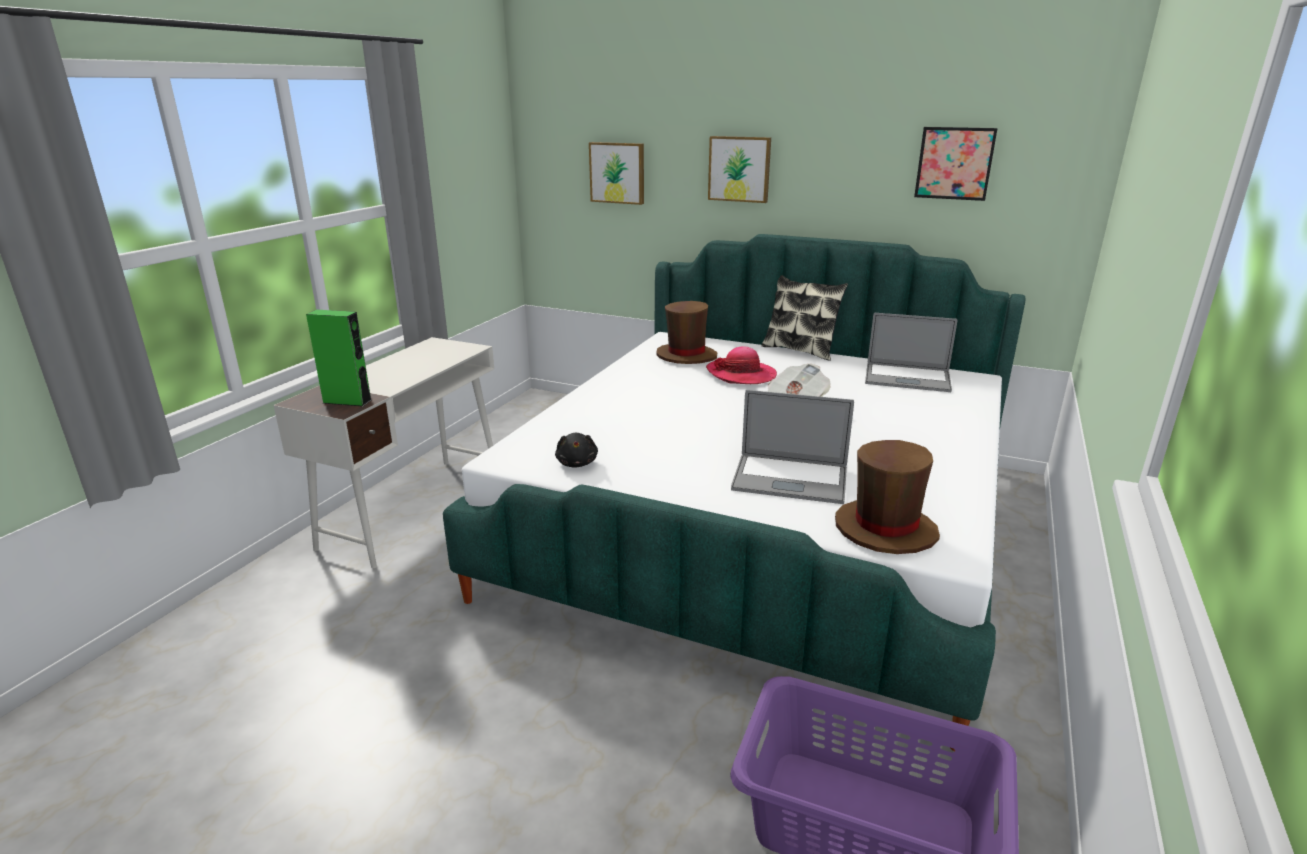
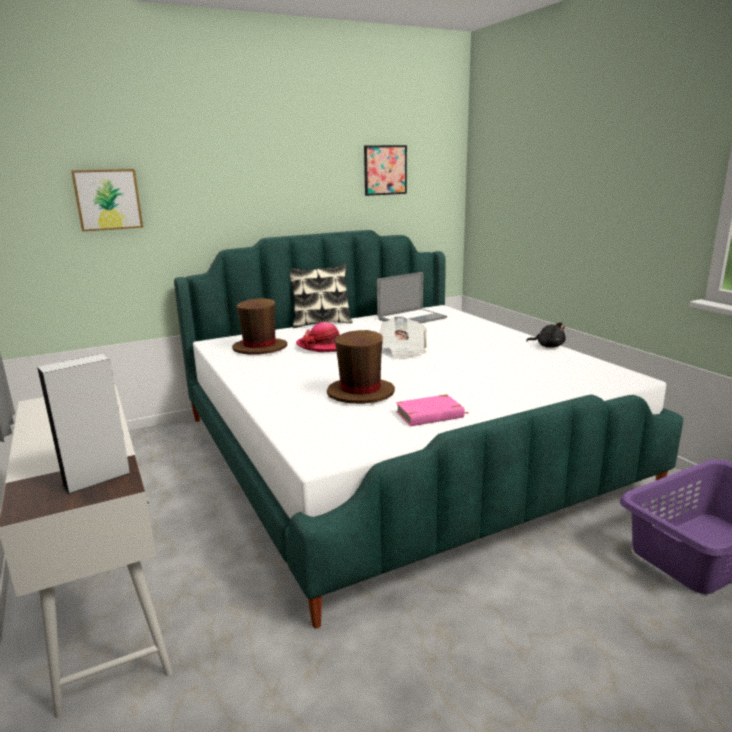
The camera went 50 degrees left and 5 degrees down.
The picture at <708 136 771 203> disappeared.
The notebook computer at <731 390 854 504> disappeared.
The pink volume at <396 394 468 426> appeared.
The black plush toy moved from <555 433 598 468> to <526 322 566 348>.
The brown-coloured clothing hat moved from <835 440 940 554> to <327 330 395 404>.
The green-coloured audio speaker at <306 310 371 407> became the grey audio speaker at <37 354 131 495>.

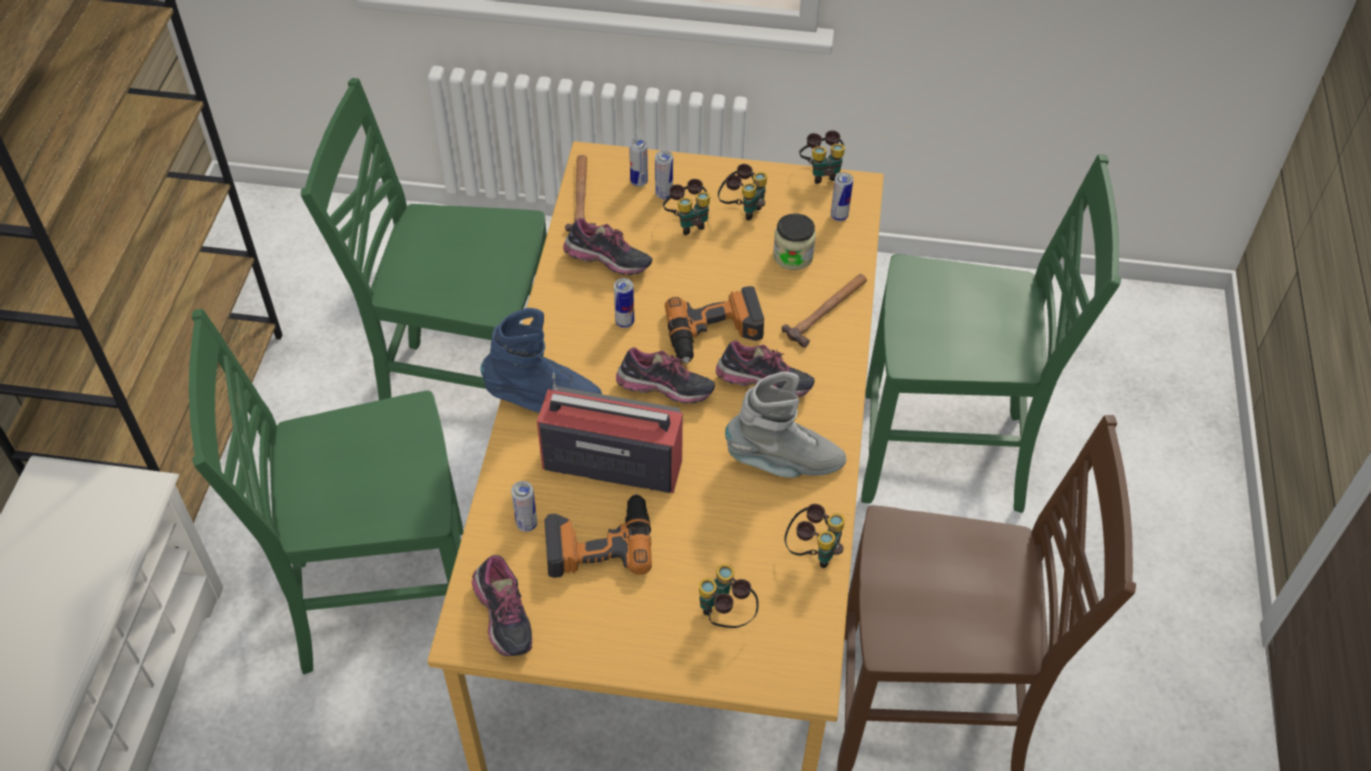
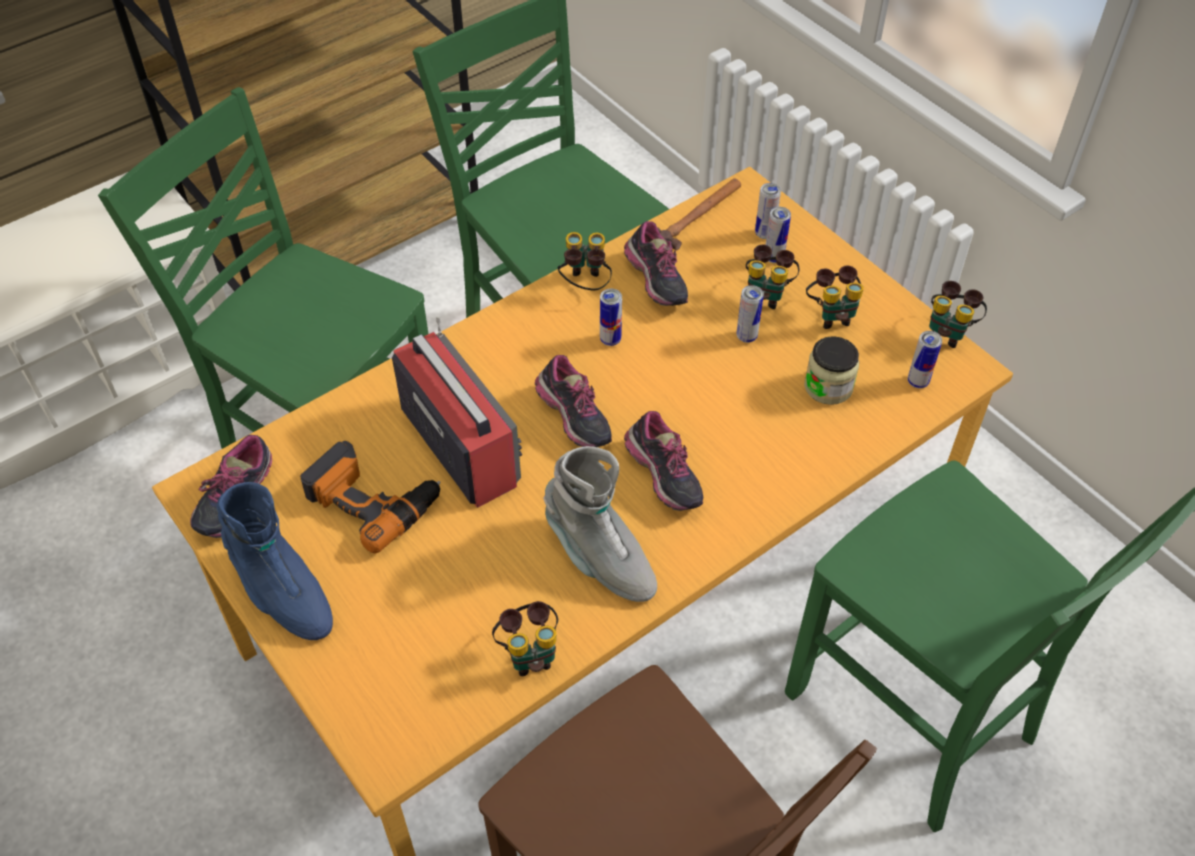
The camera went 45 degrees right and 0 degrees up.
The electric drill at <665 286 764 364> disappeared.
The hammer at <782 274 867 348> disappeared.
The blue-coloured high-top boot moved from <480 308 602 413> to <217 482 333 640>.
The can moved from <511 481 537 532> to <736 285 764 343>.
The field glasses moved from <699 564 759 628> to <557 232 612 290>.

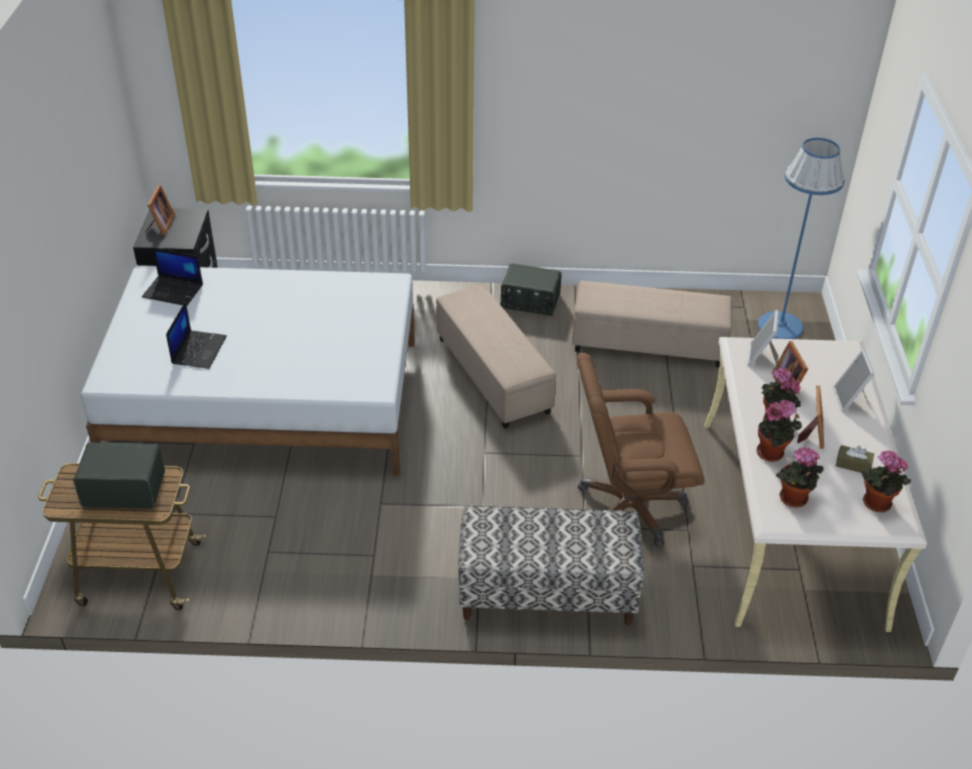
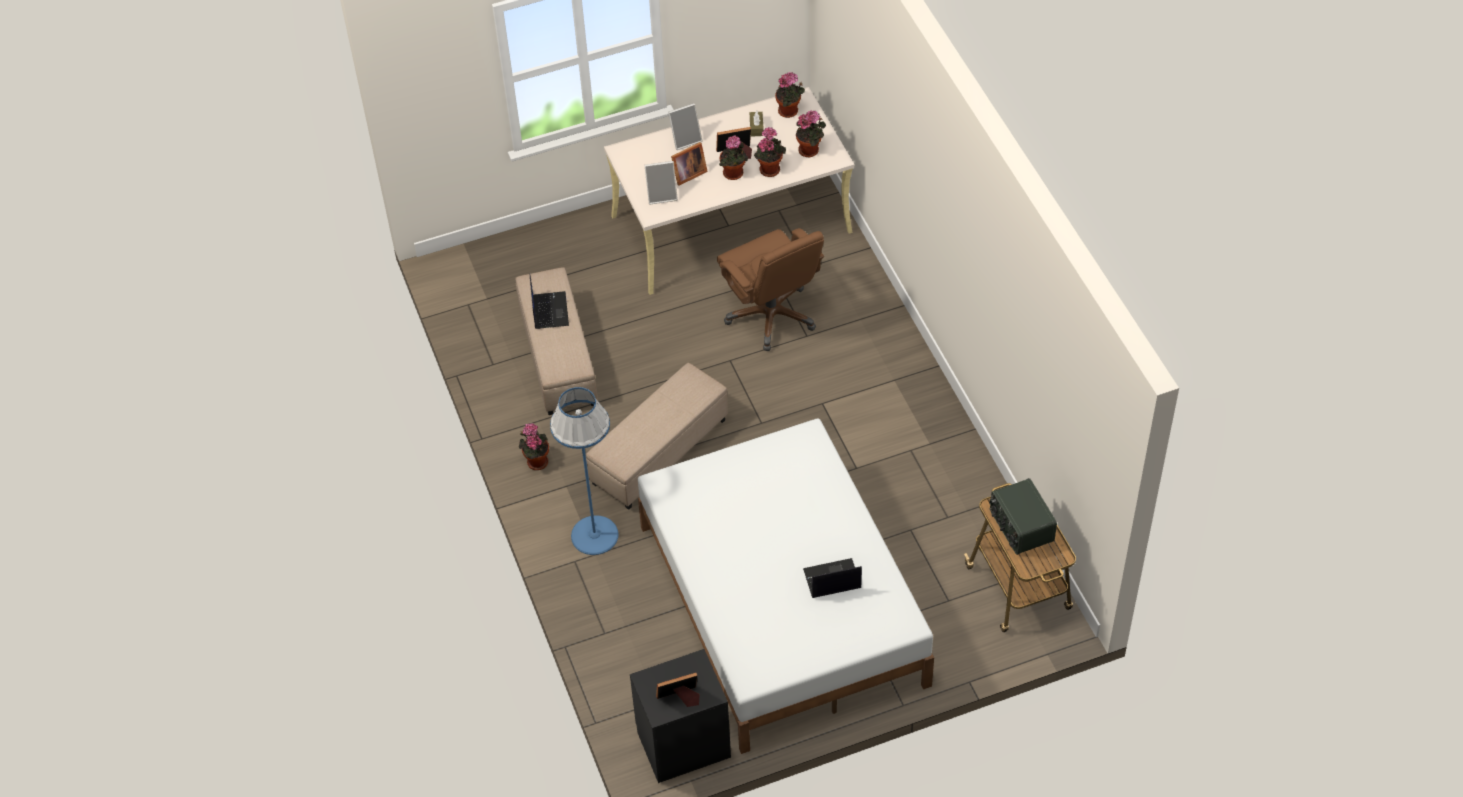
The camera went 110 degrees left and 10 degrees up.
The indoor bench at <458 506 644 626> disappeared.
The notebook computer moved from <142 247 203 305> to <530 275 569 329>.
The blue-coloured standing lamp moved from <758 138 845 339> to <550 387 619 555>.
The radio receiver at <501 263 562 316> was replaced by the houseplant at <519 423 549 470>.

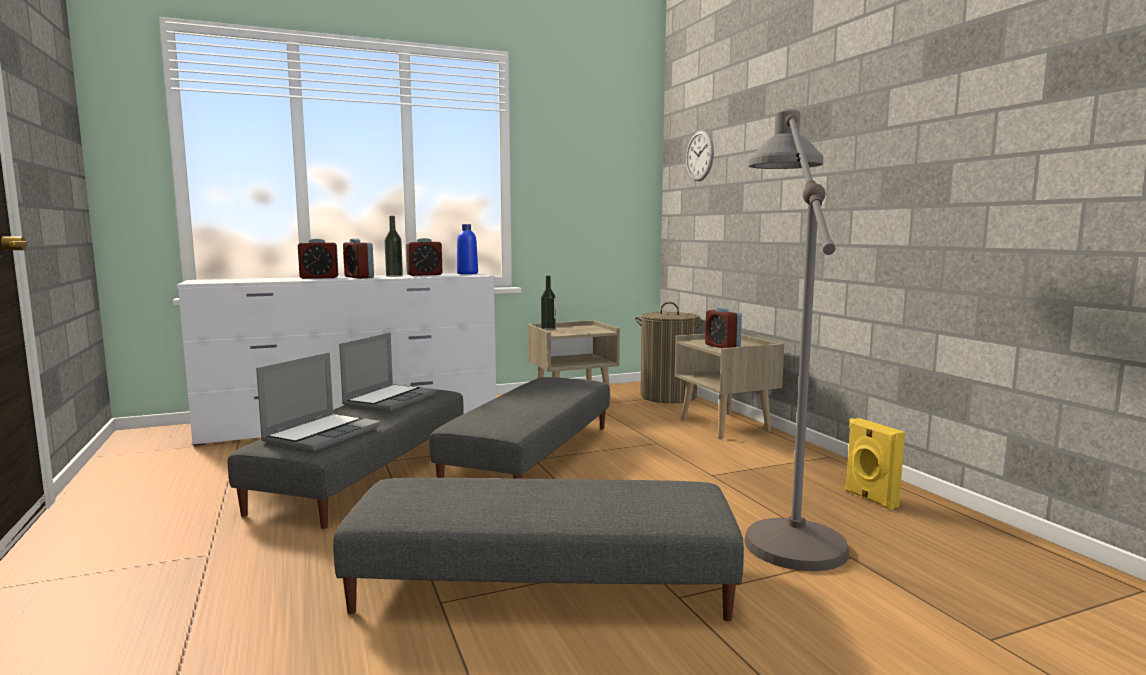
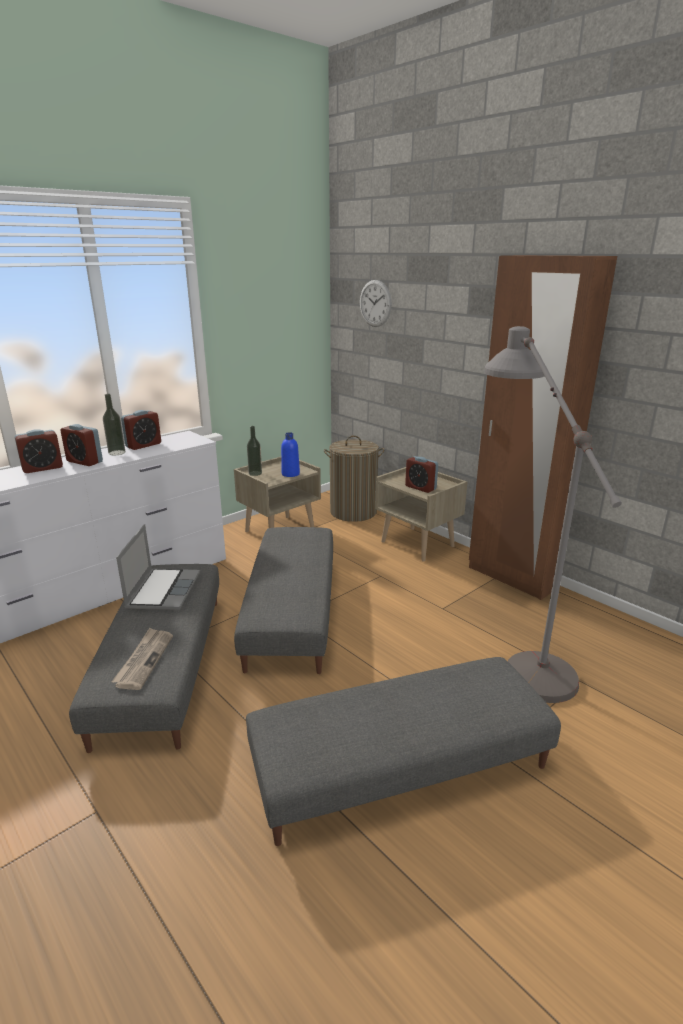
The camera went 20 degrees left and 15 degrees up.
The yellow-coloured audio speaker at <845 418 905 510> disappeared.
The brown-coloured wardrobe at <469 255 617 600> appeared.
The blue-coloured beverage bottle moved from <457 224 478 274> to <281 432 300 477>.
The notebook computer at <256 352 381 451> was replaced by the printed paper at <112 628 173 690>.

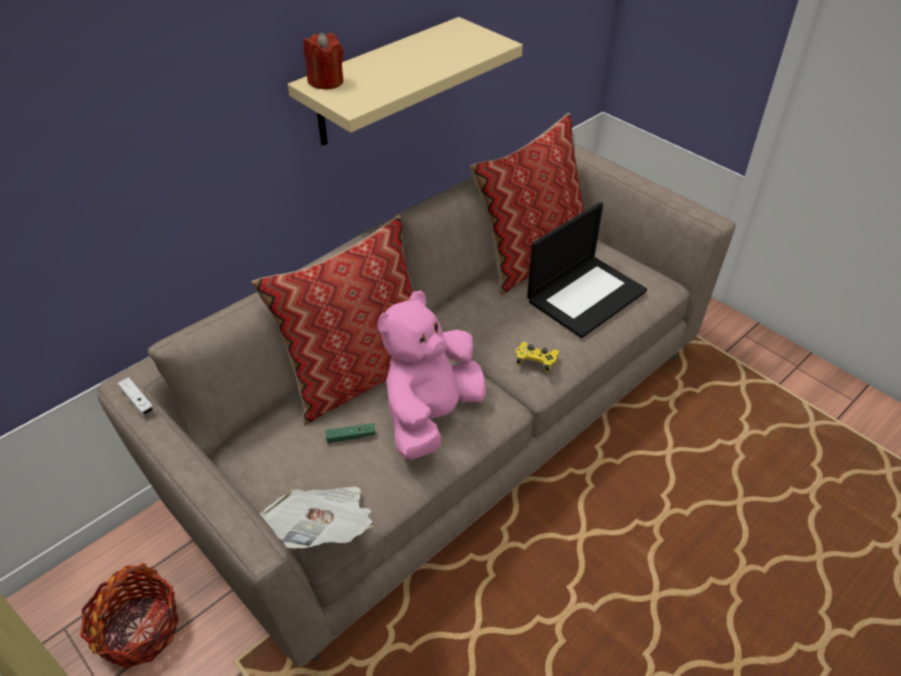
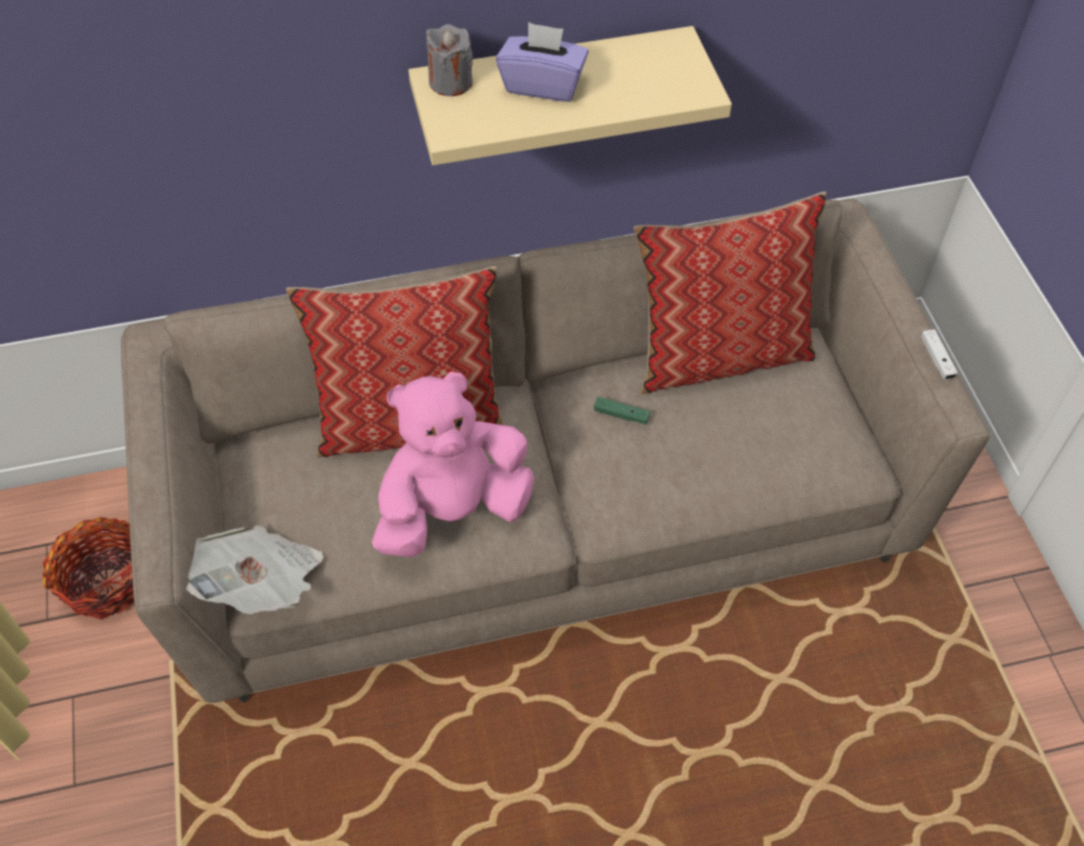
The camera went 30 degrees right and 10 degrees up.
The yellow-coloured game controller at <515 342 560 373> disappeared.
The notebook computer at <527 202 647 338> disappeared.
The purple-coloured tissue box at <496 22 589 102> appeared.
The whitish game controller moved from <118 377 154 416> to <921 329 958 379>.
The green-coloured game controller moved from <325 423 375 443> to <594 397 650 425>.
The red candle at <304 32 344 90> became the grey candle at <426 24 473 96>.

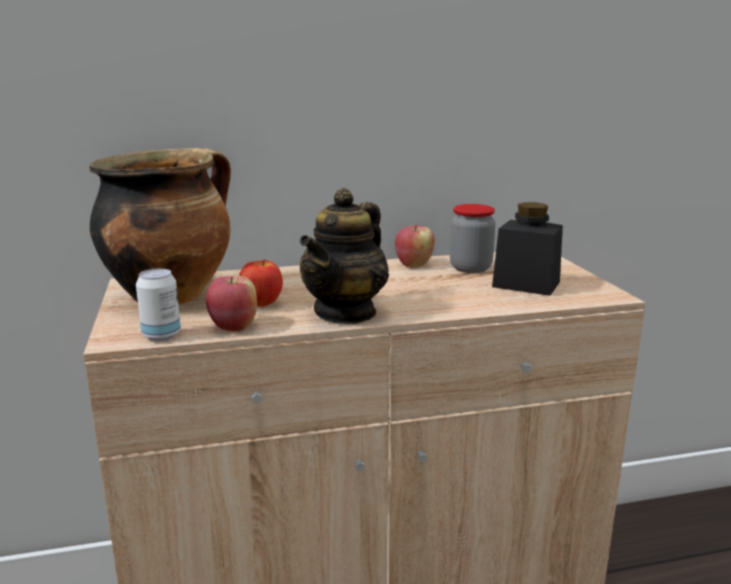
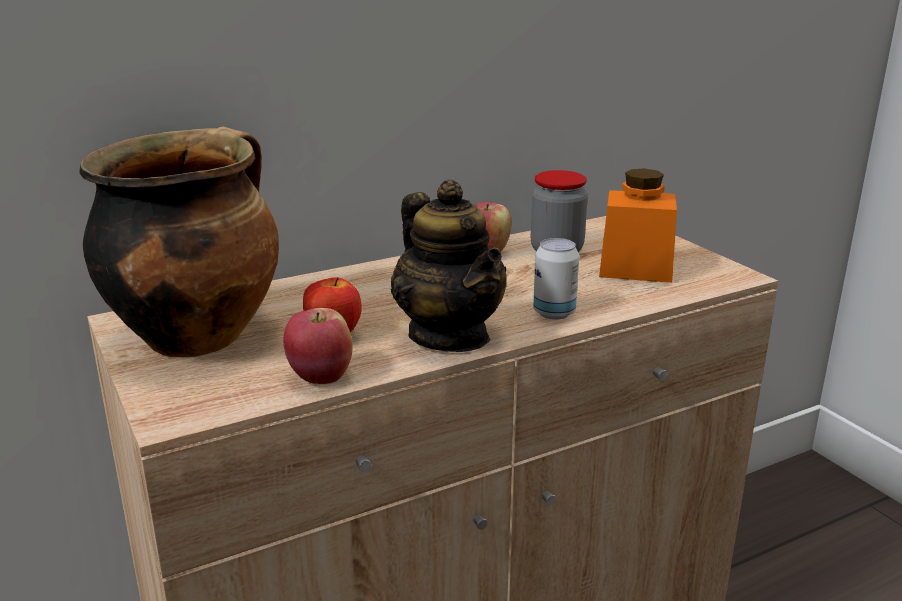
The camera went 15 degrees left and 5 degrees up.
The can moved from <136 269 181 341> to <533 238 579 320>.
The black jar at <492 202 563 296> became the orange-coloured jar at <599 169 677 283>.
The teapot at <299 188 389 324> turned 45 degrees counterclockwise.

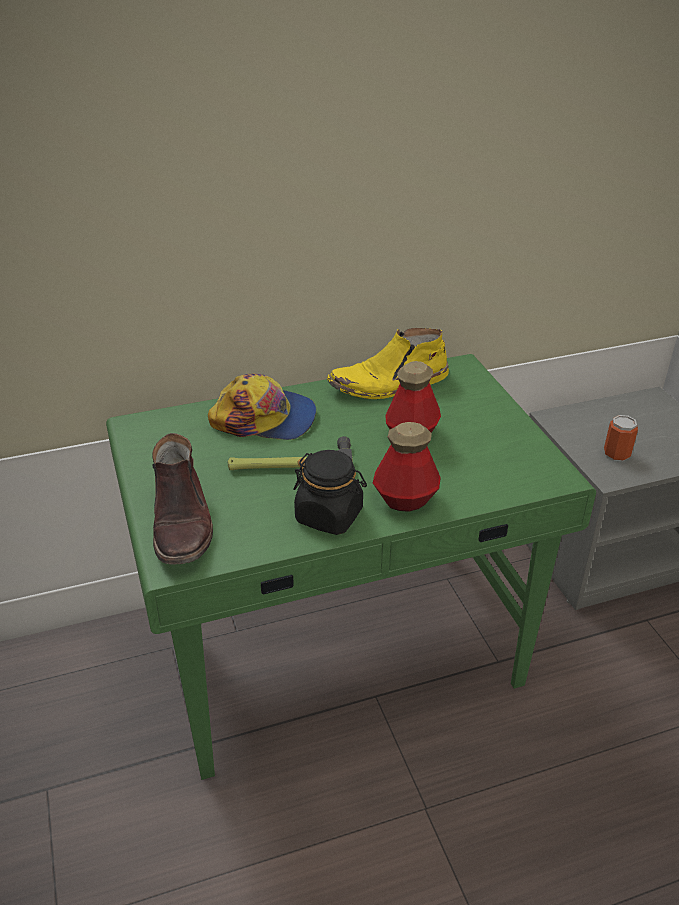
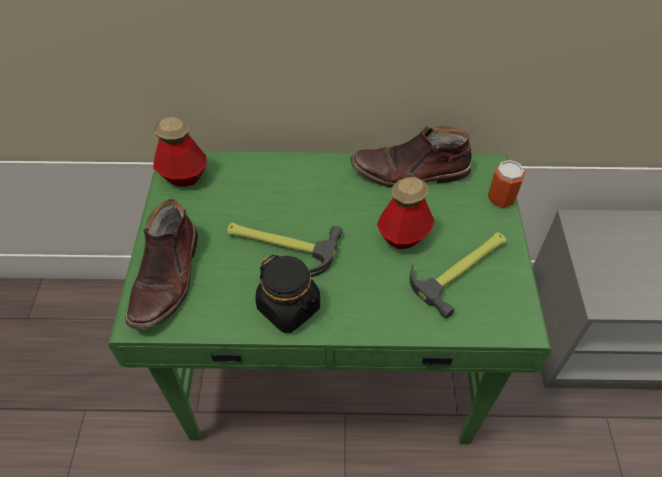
The camera went 20 degrees right and 15 degrees up.
The peaked cap at <208 374 316 440> disappeared.
The hammer at <410 232 507 319> appeared.
The beverage bottle moved from <373 422 441 512> to <153 118 207 187>.
The can moved from <604 415 638 461> to <488 160 525 208>.
The yellow-coloured high-top boot at <327 328 449 399> became the brown-coloured high-top boot at <350 126 472 187>.

